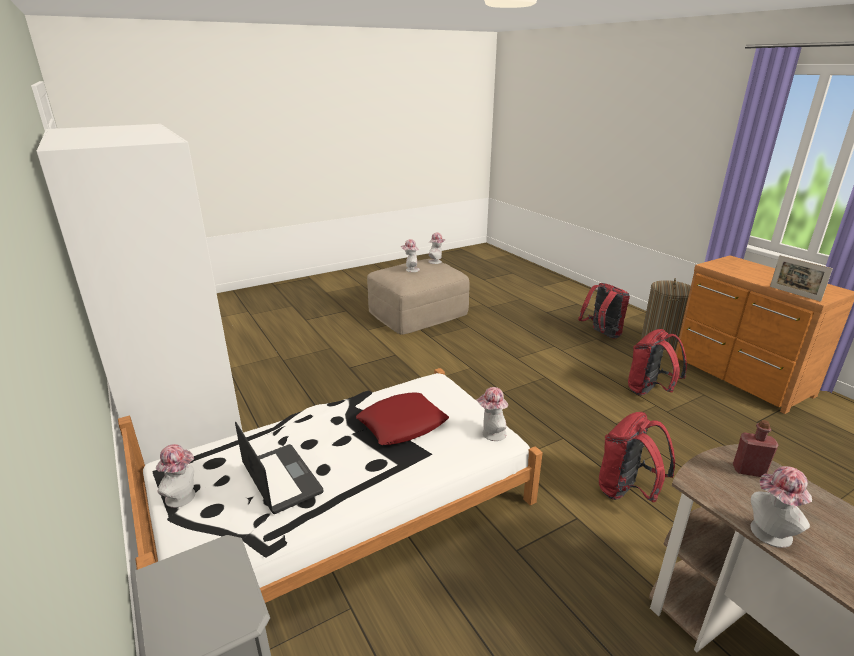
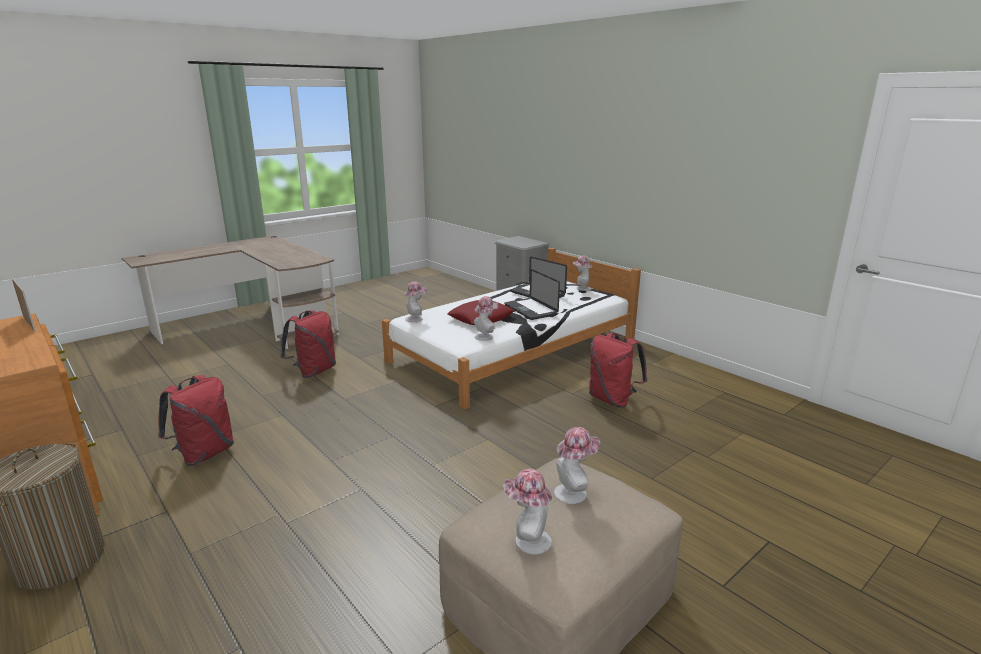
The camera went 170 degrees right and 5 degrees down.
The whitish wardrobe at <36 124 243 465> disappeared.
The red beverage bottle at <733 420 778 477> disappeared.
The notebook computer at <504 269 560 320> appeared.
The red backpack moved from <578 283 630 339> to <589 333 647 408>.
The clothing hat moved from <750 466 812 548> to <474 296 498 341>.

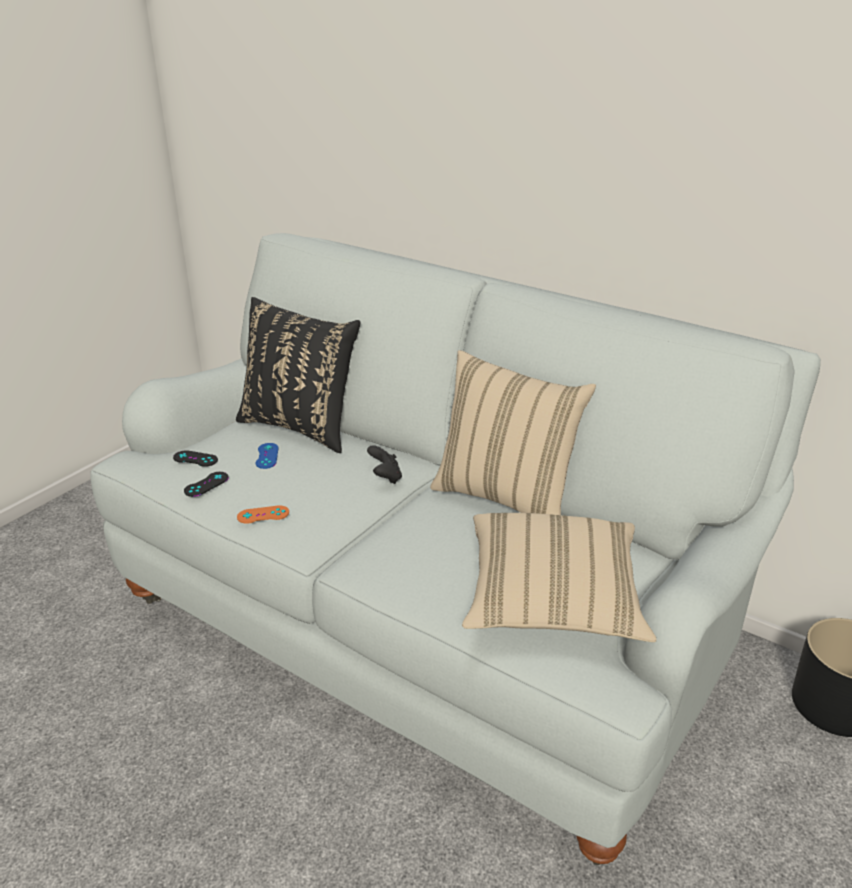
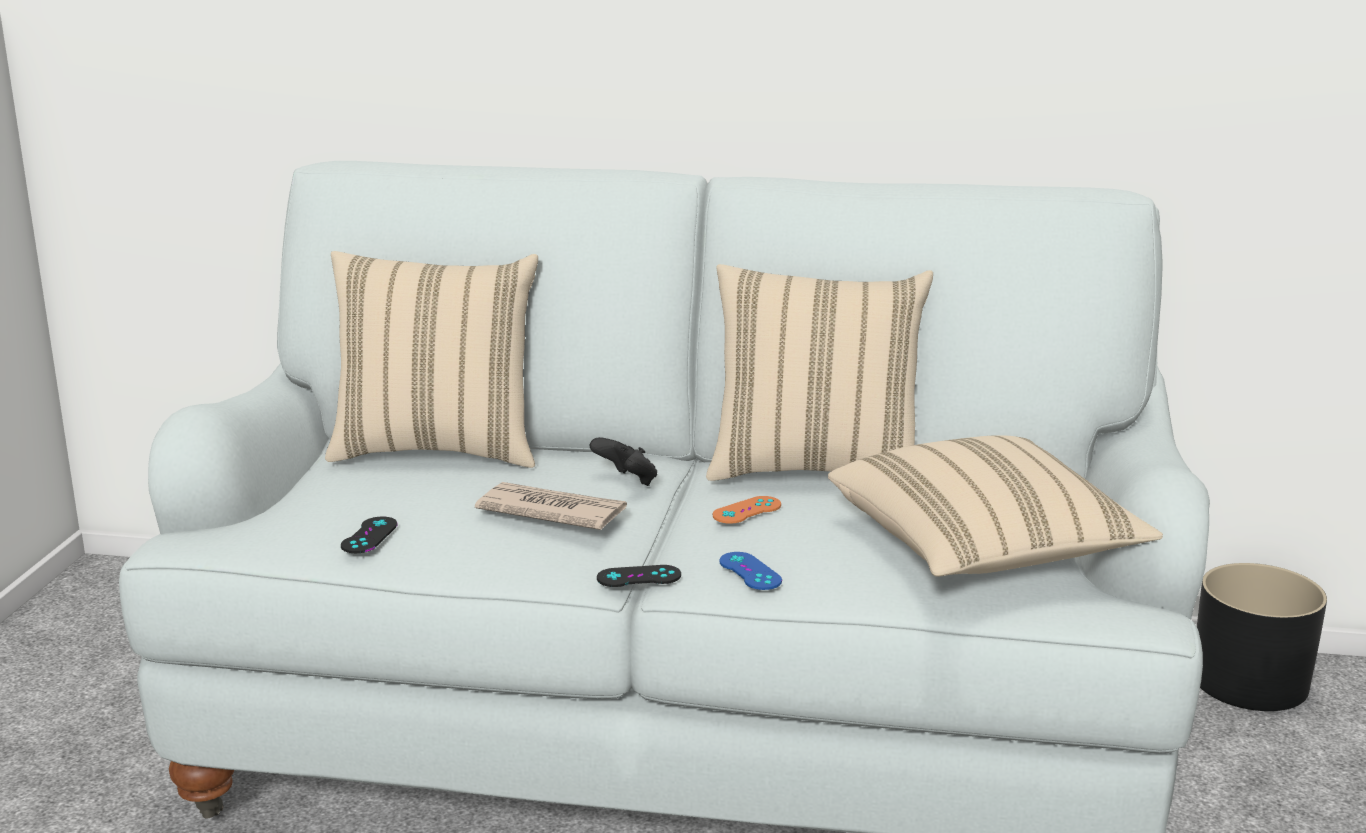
The camera went 25 degrees left and 10 degrees down.
The printed paper at <475 482 627 530> appeared.
The black game controller moved from <173 450 218 467> to <597 565 681 587>.
The orange-coloured game controller moved from <237 505 289 524> to <712 496 781 524>.
The blue-coloured game controller moved from <256 443 278 469> to <719 552 782 590>.
The black pillow at <236 297 360 453> became the beige-coloured pillow at <325 251 538 468>.

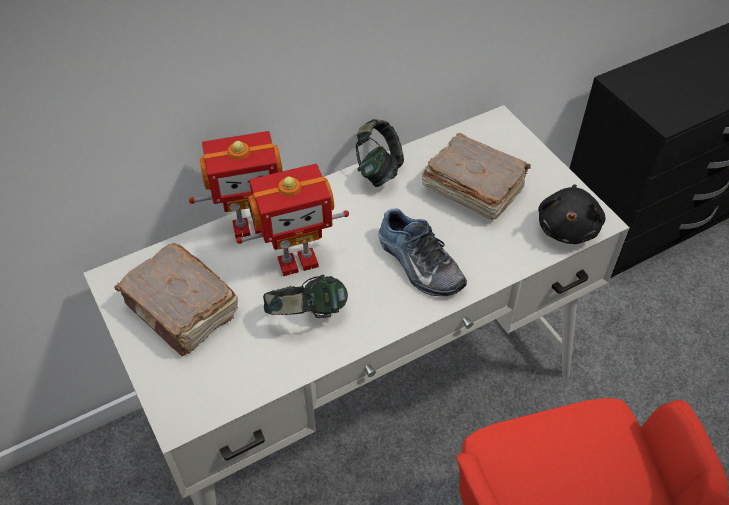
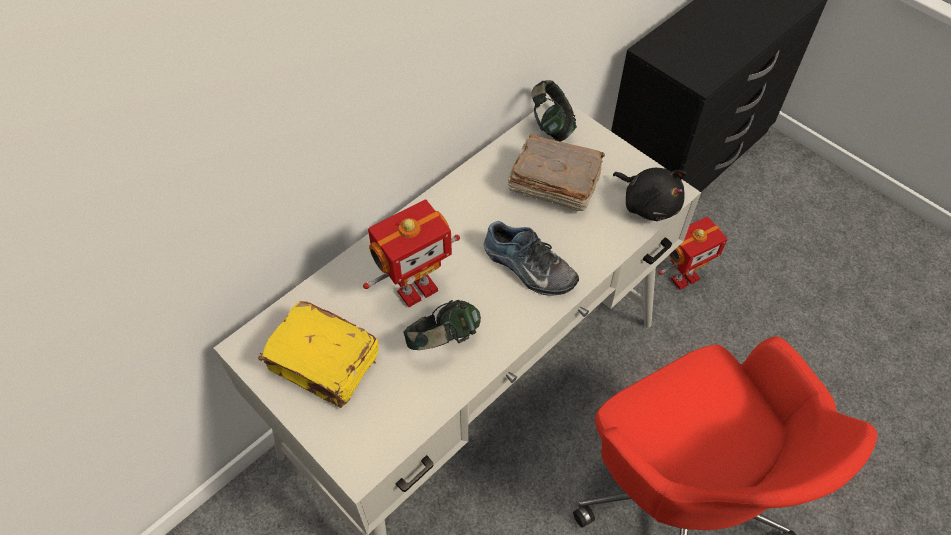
The camera went 15 degrees left and 5 degrees up.
The robot figure moved from <189 131 282 239> to <658 217 727 290>.
The headset moved from <356 119 404 187> to <532 80 577 142>.
The brown-coloured volume at <114 243 238 356> became the yellow-coloured volume at <258 301 379 408>.
The black plush toy at <538 184 606 244> turned 45 degrees counterclockwise.

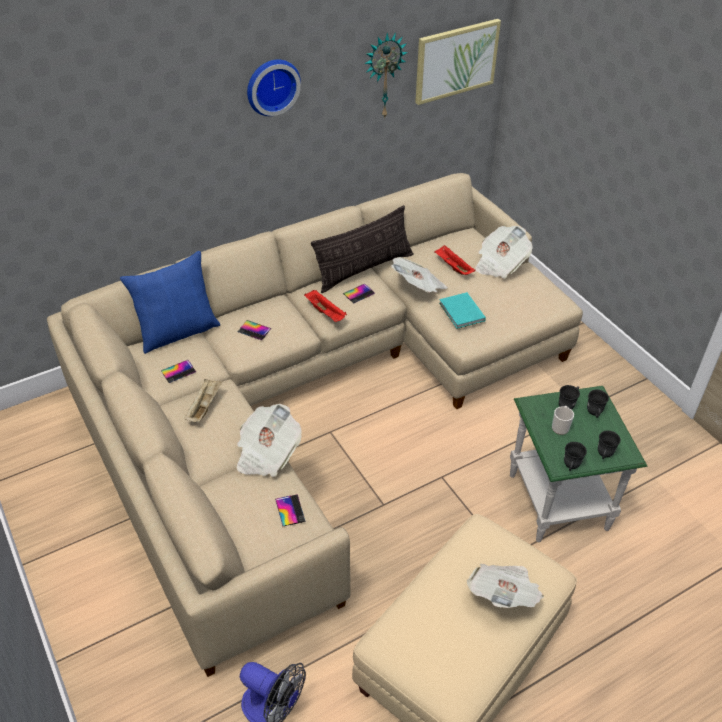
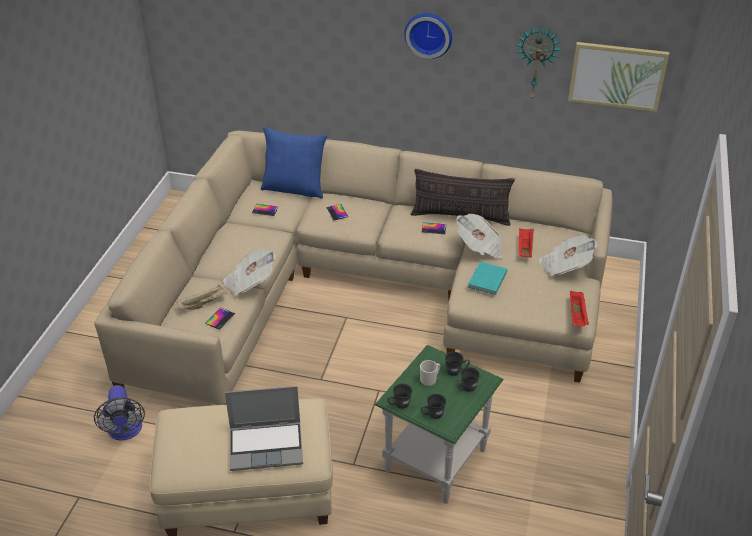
The camera went 45 degrees right and 5 degrees down.
The beige-coloured carrying tray moved from <184 379 223 423> to <176 285 228 310>.
The red carrying tray moved from <304 290 347 322> to <570 291 589 326>.
The printed paper at <467 564 544 608> was replaced by the notebook computer at <225 386 303 471>.

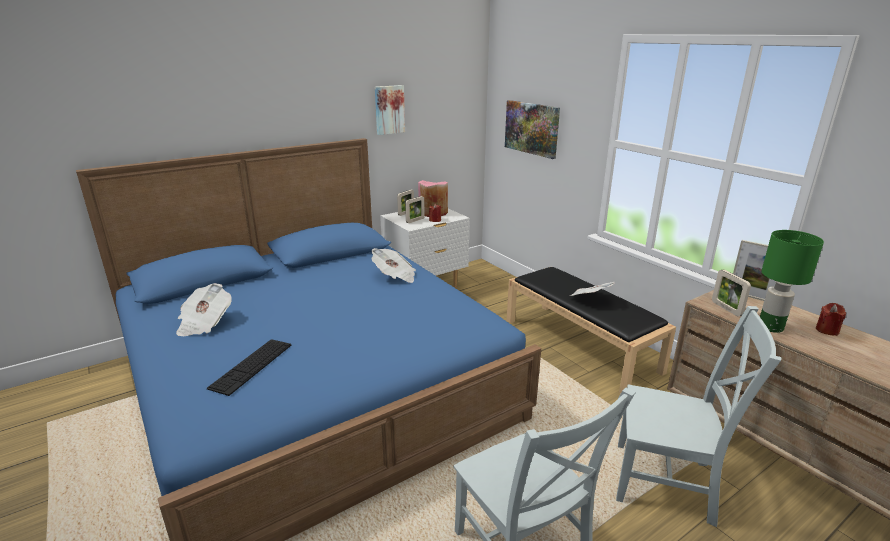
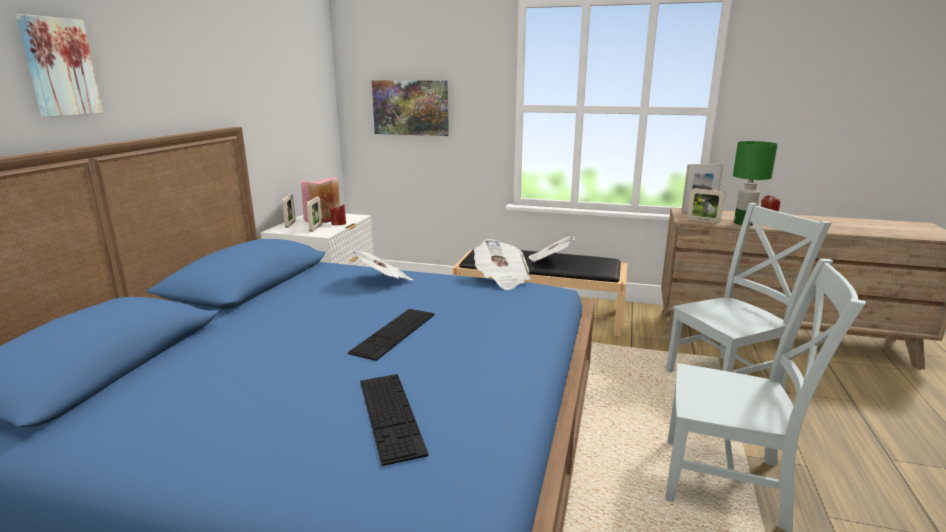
The camera went 40 degrees left and 5 degrees down.
The PC keyboard at <348 309 434 361> appeared.
The printed paper moved from <176 283 232 336> to <474 239 531 290>.
The picture moved from <375 85 405 135> to <16 14 103 117>.

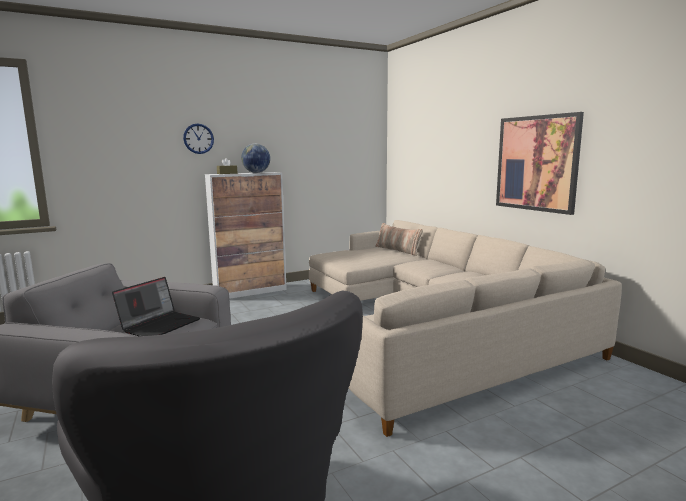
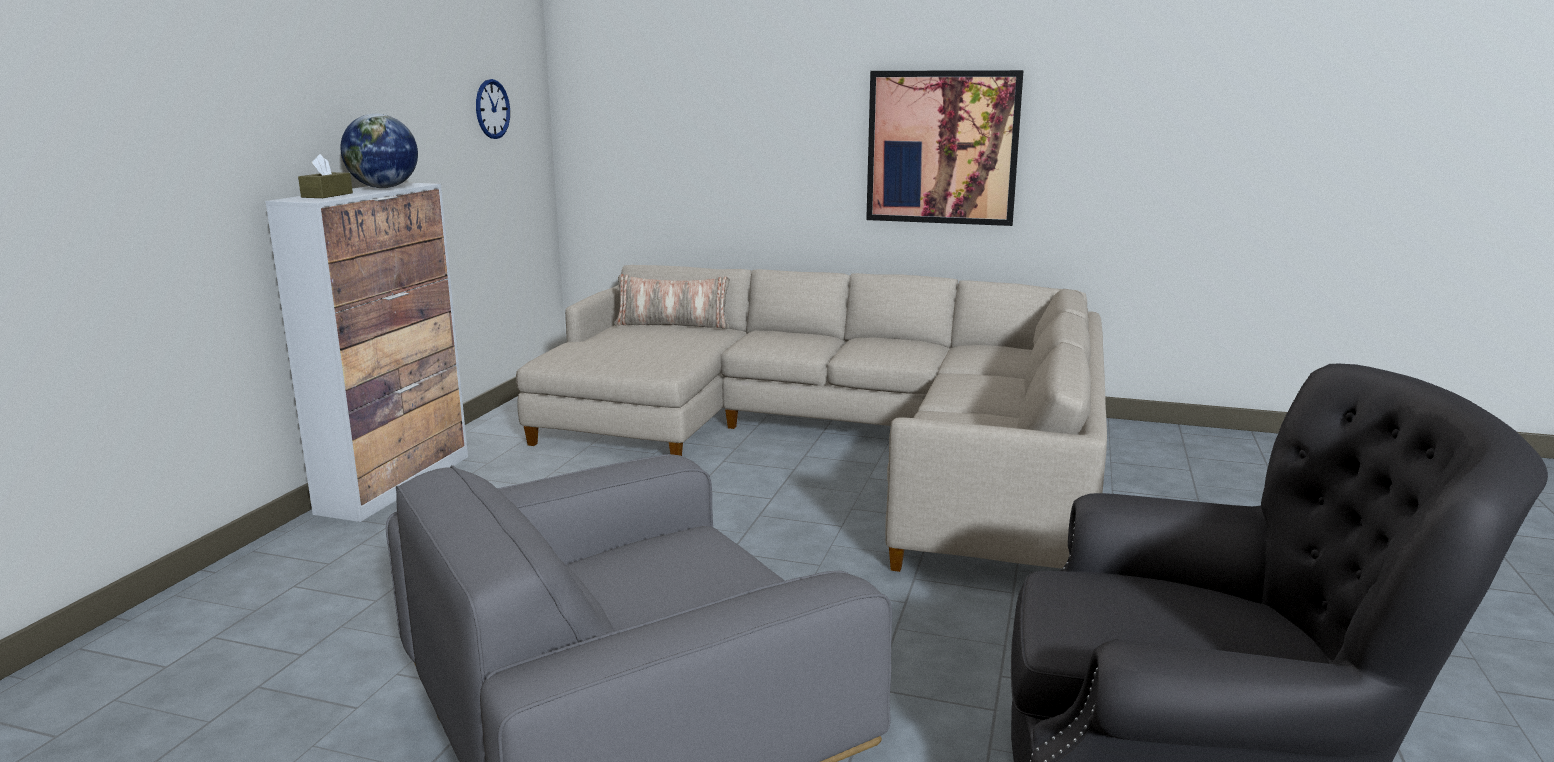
The camera went 45 degrees left and 5 degrees up.
The notebook computer at <112 277 200 336> disappeared.
The clock on the wall moved from <183 124 214 154> to <476 79 510 139>.

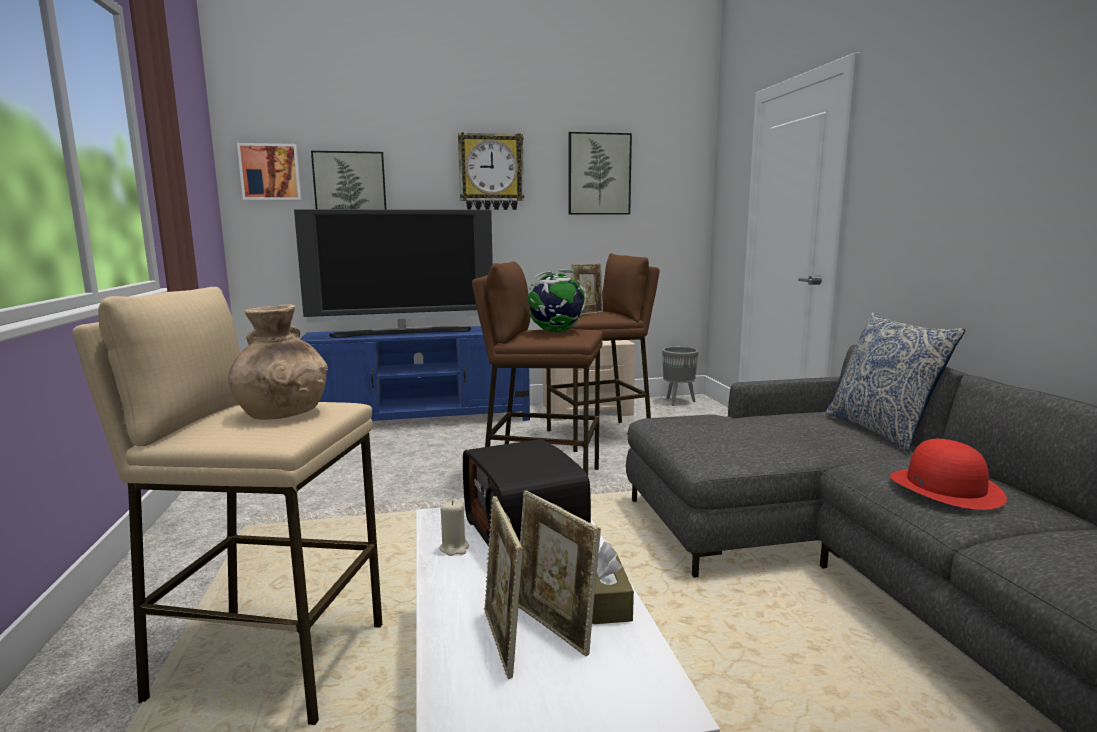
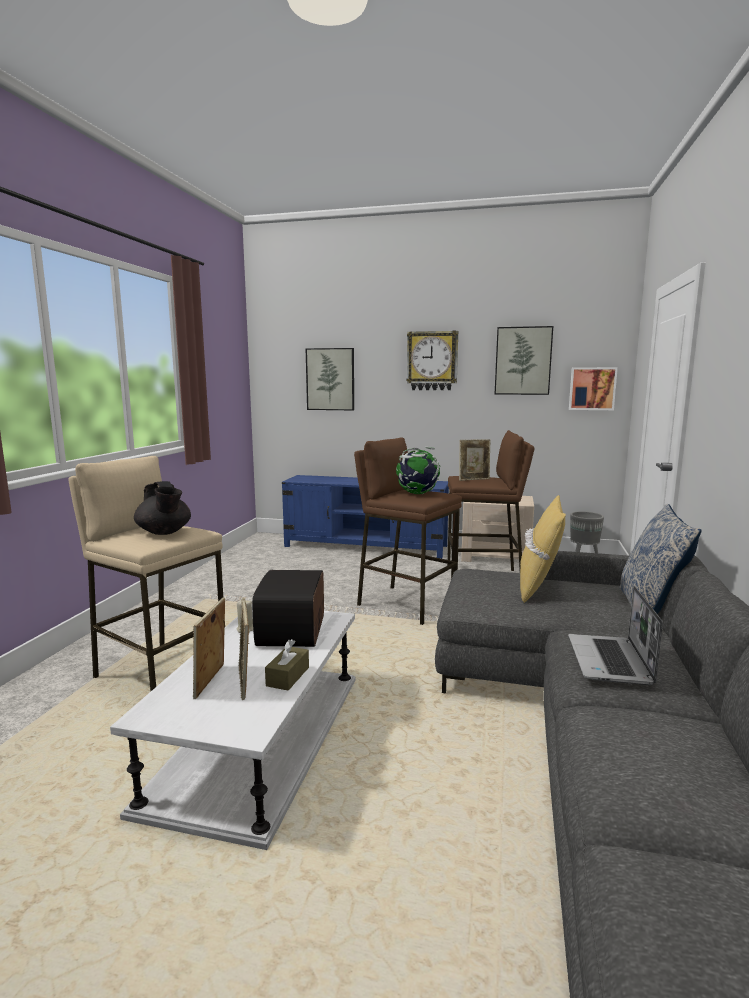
The camera went 25 degrees right and 0 degrees up.
The TV at <294 209 493 338> disappeared.
The yellow-coloured pillow at <520 495 566 603> appeared.
The picture moved from <237 143 302 200> to <569 367 618 410>.
The brown-coloured vase at <228 304 328 420> was replaced by the black teapot at <134 481 191 535>.
The red clothing hat at <890 439 1007 510> was replaced by the notebook computer at <568 586 663 685>.

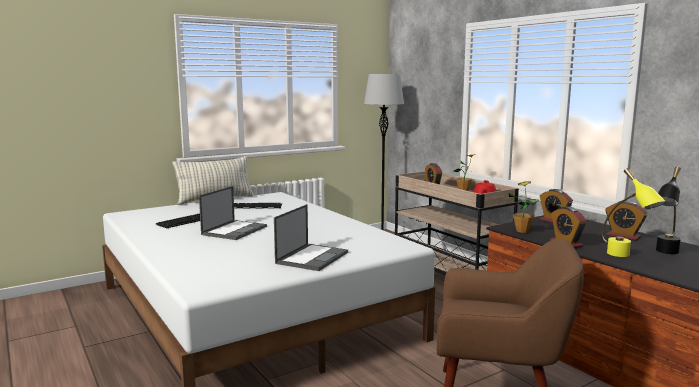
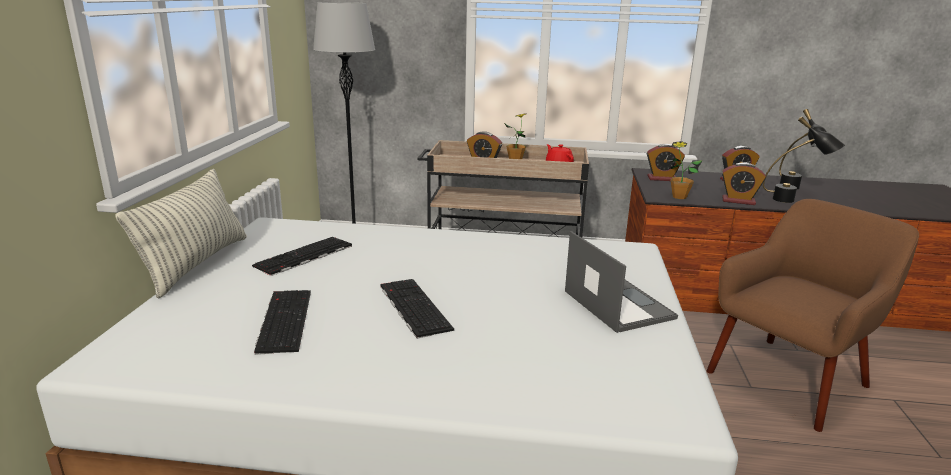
The camera went 50 degrees left and 10 degrees up.
The notebook computer at <199 186 267 240> was replaced by the PC keyboard at <380 279 454 339>.
The yellow-coloured tabletop lamp at <602 168 666 257> became the black tabletop lamp at <763 117 845 203>.

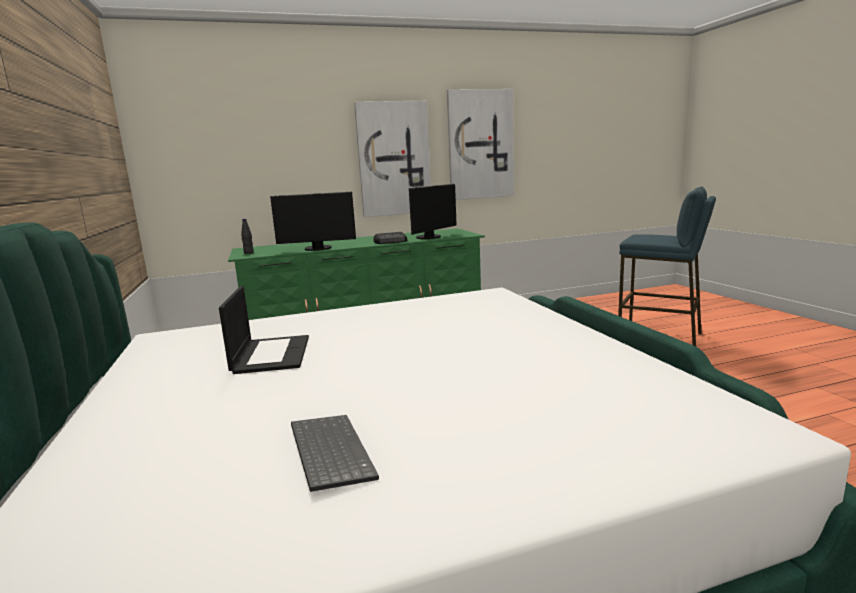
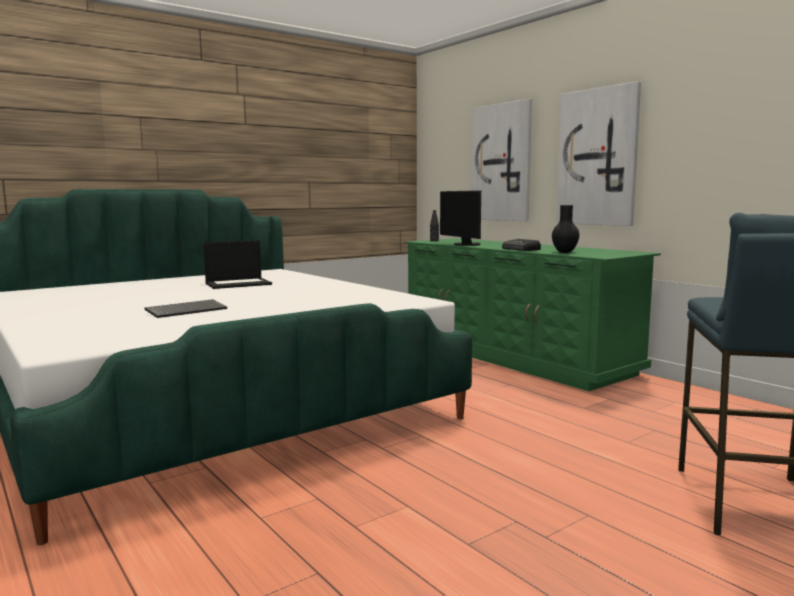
The camera went 70 degrees right and 5 degrees down.
The PC keyboard moved from <291 415 379 492> to <145 299 227 318>.
The picture moved from <447 89 514 200> to <472 99 532 221>.
The monitor at <409 184 457 239> was replaced by the black vase at <552 205 579 253>.

